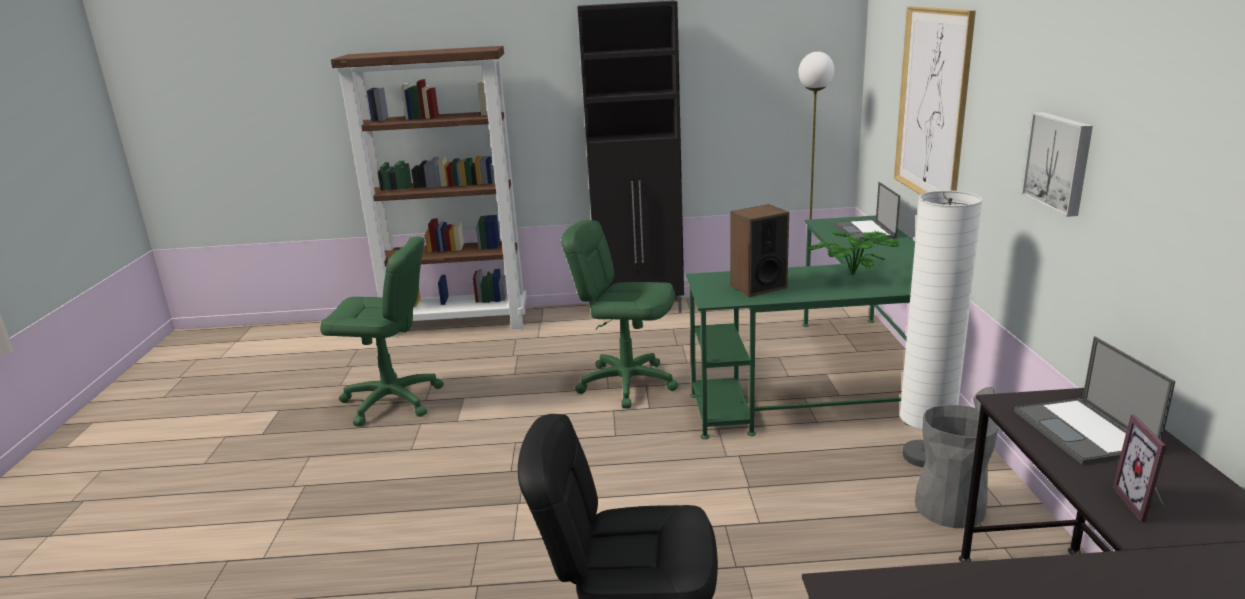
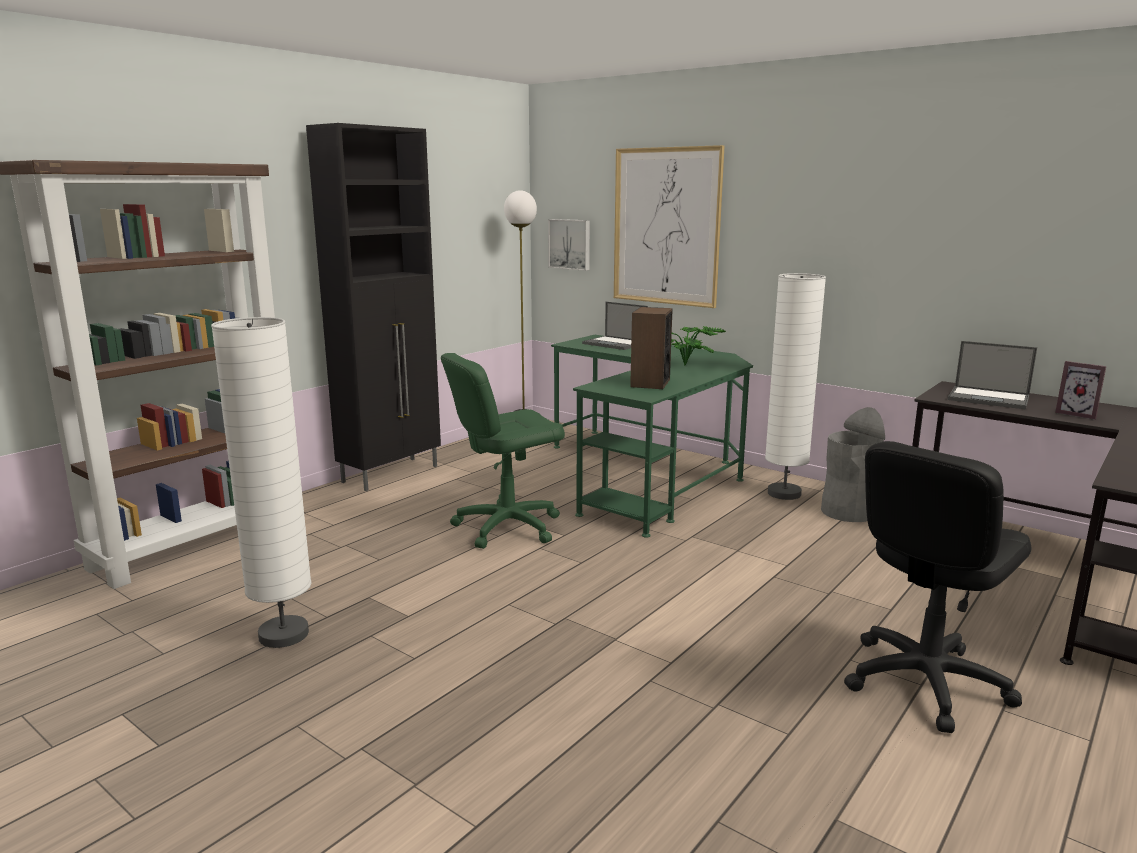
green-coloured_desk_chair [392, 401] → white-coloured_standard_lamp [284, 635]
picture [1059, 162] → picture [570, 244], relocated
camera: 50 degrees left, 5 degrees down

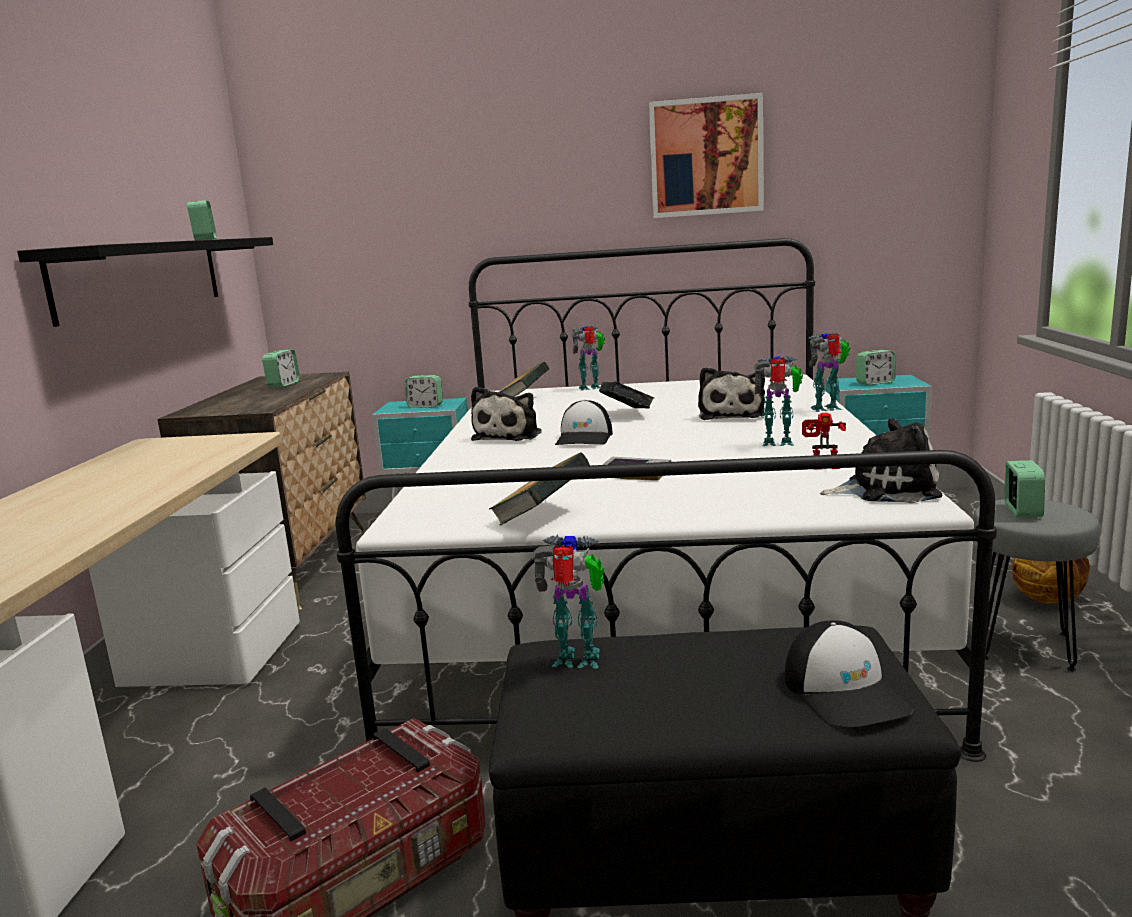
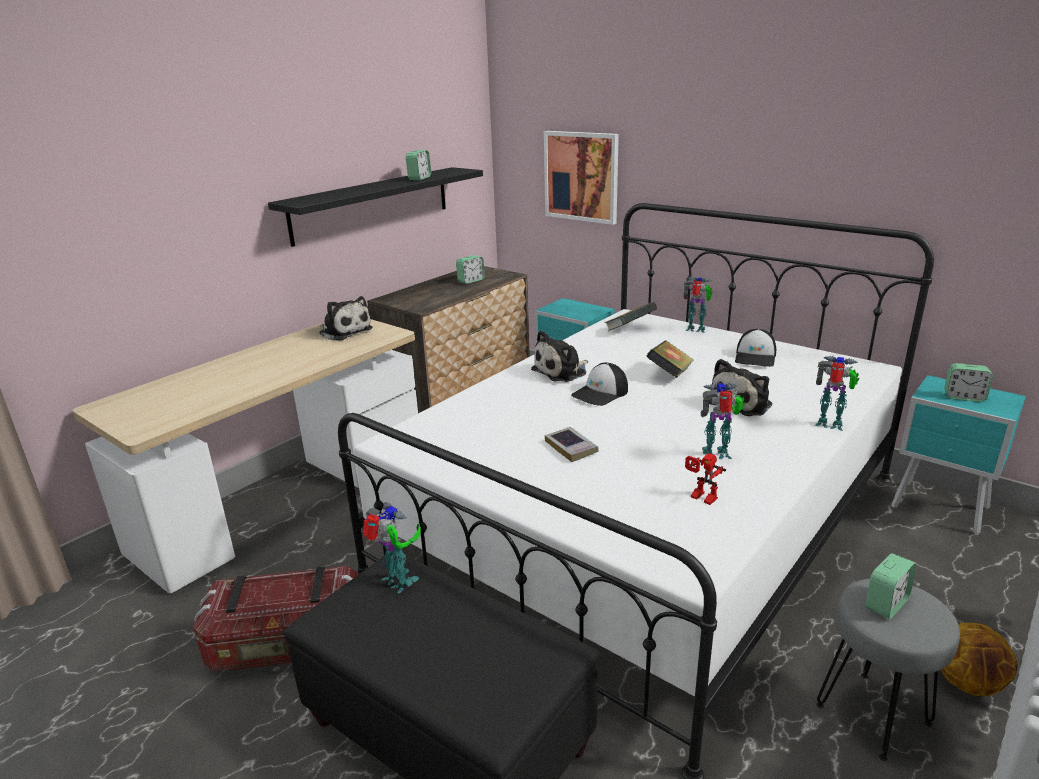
table_clock [425, 406] → -
book [542, 516] → -
picture [706, 157] → picture [581, 176], relocated
model_robot [779, 443] → model_robot [717, 455], 45 degrees counterclockwise
peaked_cap [846, 693] → peaked_cap [755, 357], relocated
soft_toy [886, 489] → soft_toy [344, 331], relocated
camera: 35 degrees right, 10 degrees up

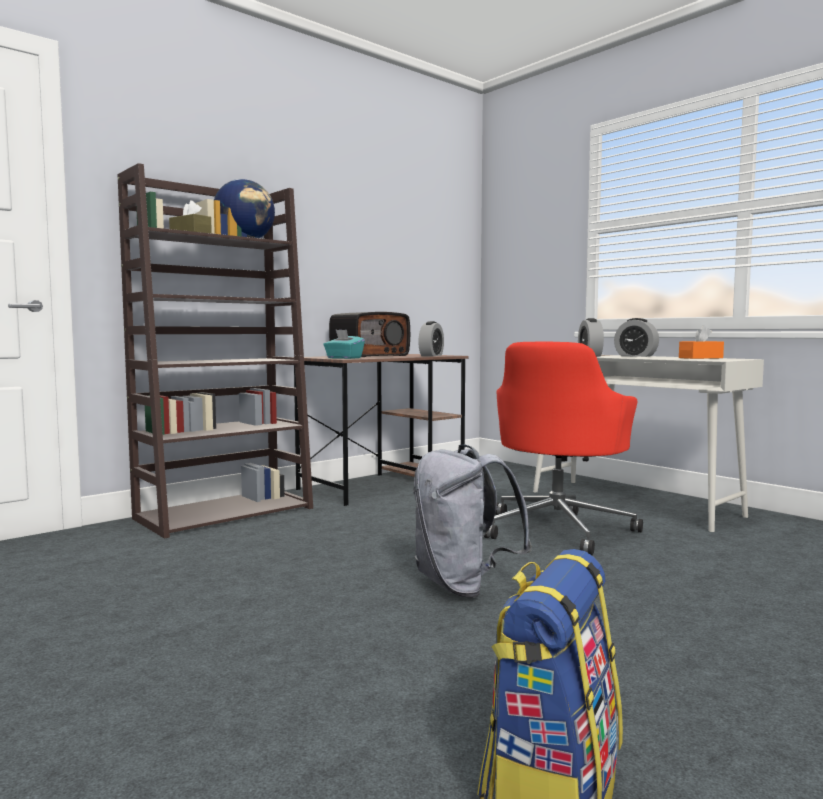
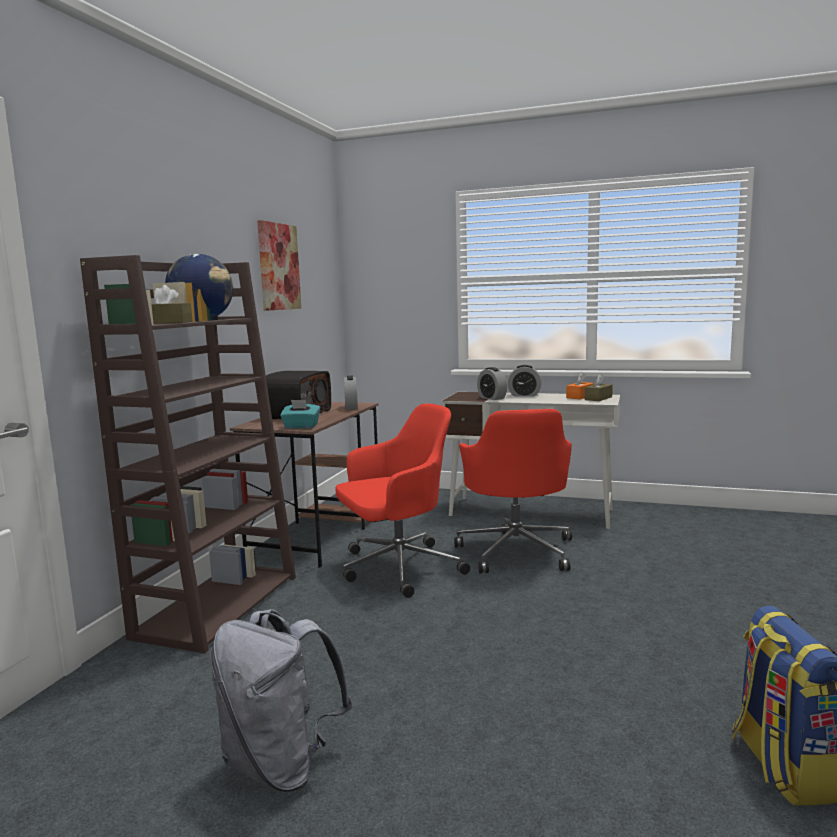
greyish_rucksack [463, 586] → greyish_rucksack [281, 764], relocated
- → picture [278, 267]
- → reddish_desk_chair [398, 568]
- → brown-coloured_box_of_tissues [598, 398]
camera: 30 degrees left, 5 degrees up

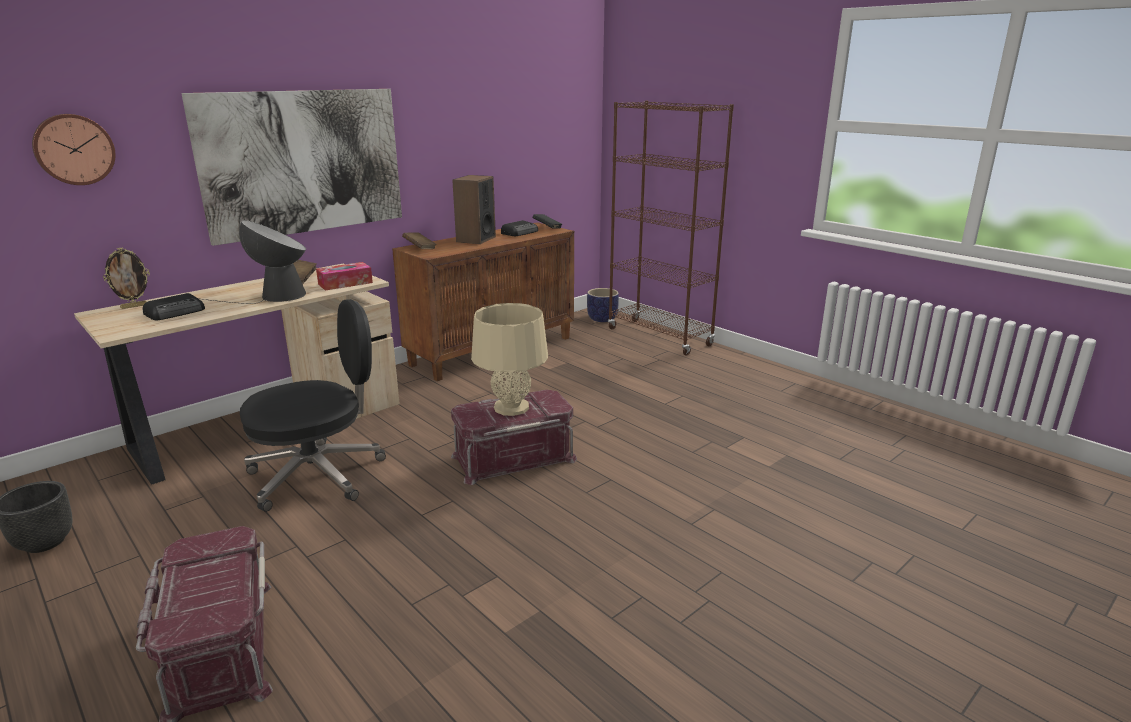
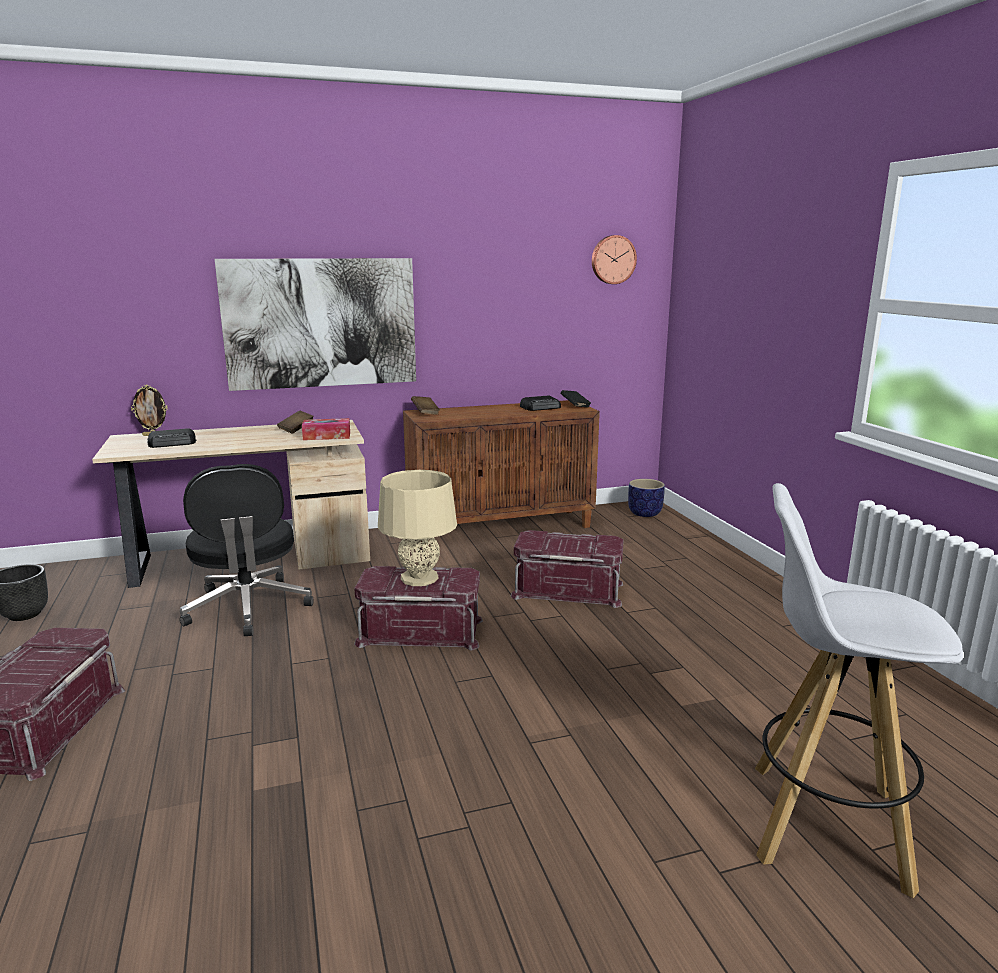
hanging_clock [74, 149] → hanging_clock [613, 259], relocated
tabletop_lamp [275, 296] → -
black_desk_chair [319, 474] → black_desk_chair [248, 608], 75 degrees clockwise
speaker [475, 239] → -
brown-coloured_shelving_unit [659, 337] → -
- → reddish_storage_bin [568, 589]
- → white-coloured_stool [823, 824]
camera: 25 degrees right, 5 degrees down

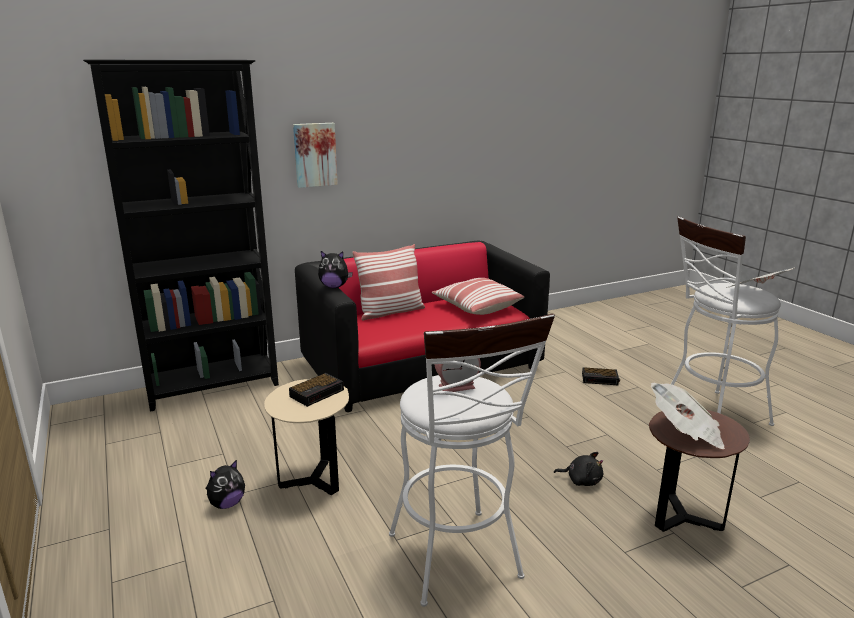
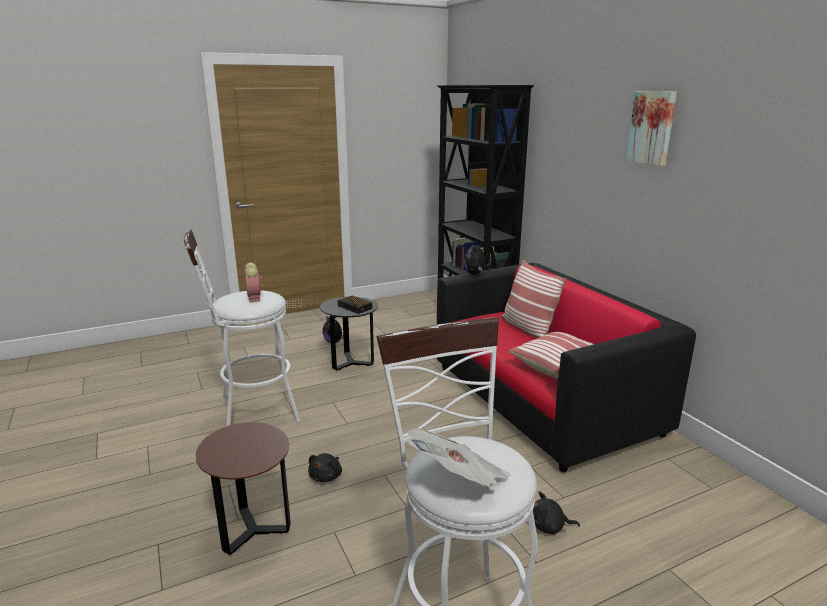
sand-coloured_end_table [313, 481] → black_end_table [351, 363]
picture [315, 154] → picture [652, 127], relocated
table_clock [600, 379] → black_soft_toy [549, 526]
daily_paper [686, 432] → -
camera: 90 degrees right, 0 degrees up

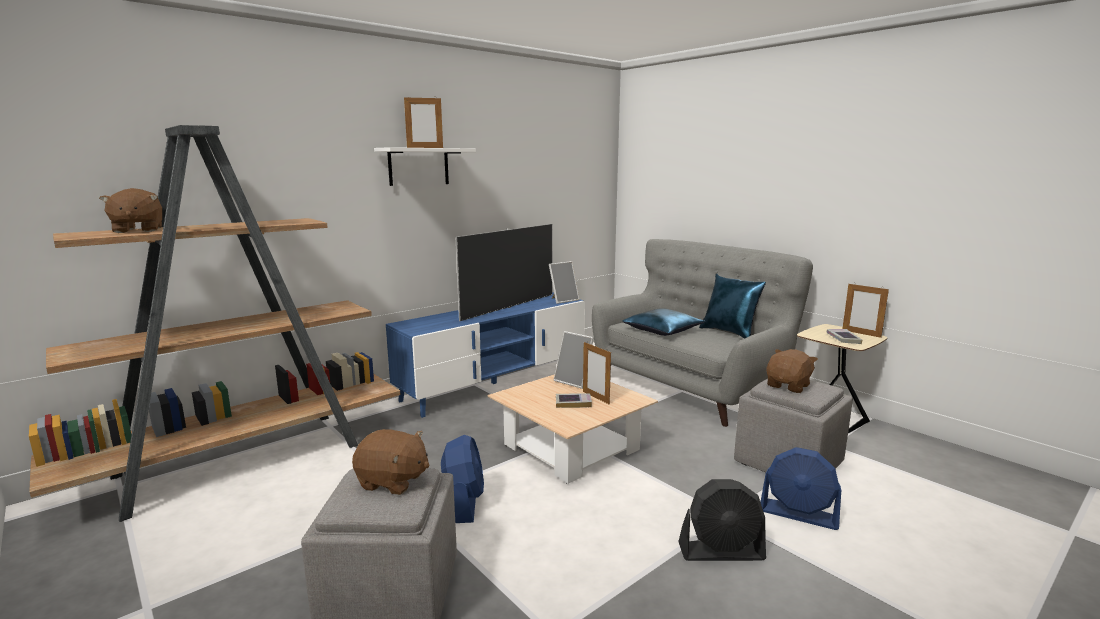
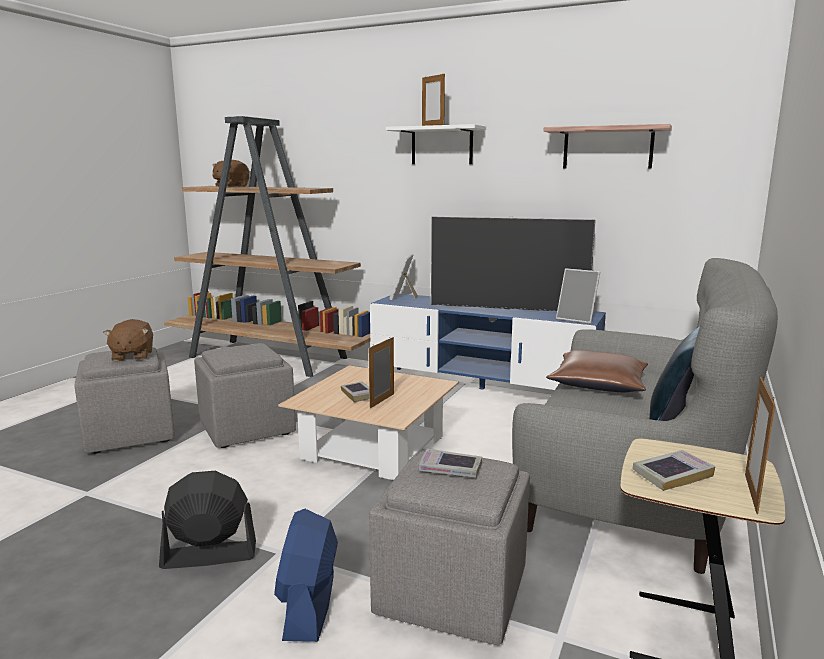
blue-coloured_electric_fan [464, 502] → greyish_pouffe [247, 428]
photo_frame [574, 381] → photo_frame [403, 297], relocated
blue-coloured_cushion [663, 330] → brown-coloured_cushion [599, 384]
black_electric_fan [721, 552] → black_electric_fan [208, 555], 105 degrees clockwise
brown-coloured_soft_toy [788, 386] → book [450, 469]
- → shelf [607, 148]
camera: 65 degrees right, 0 degrees up

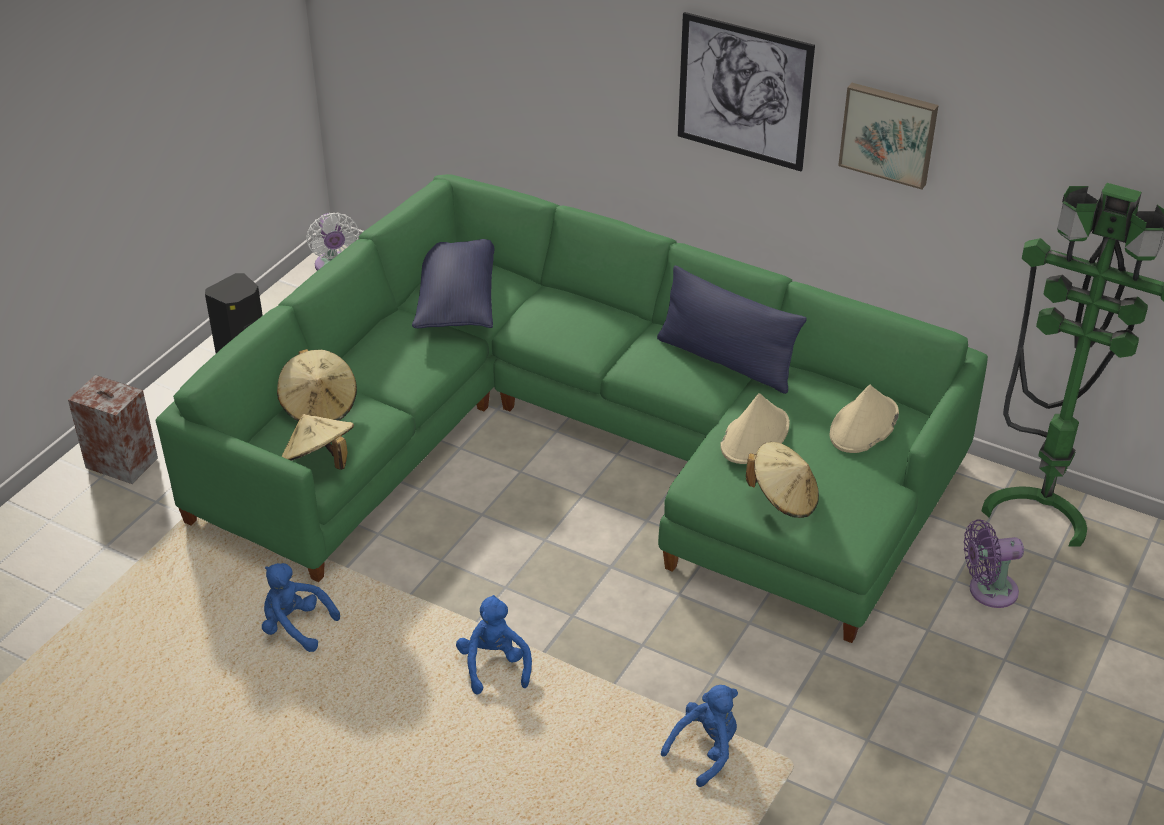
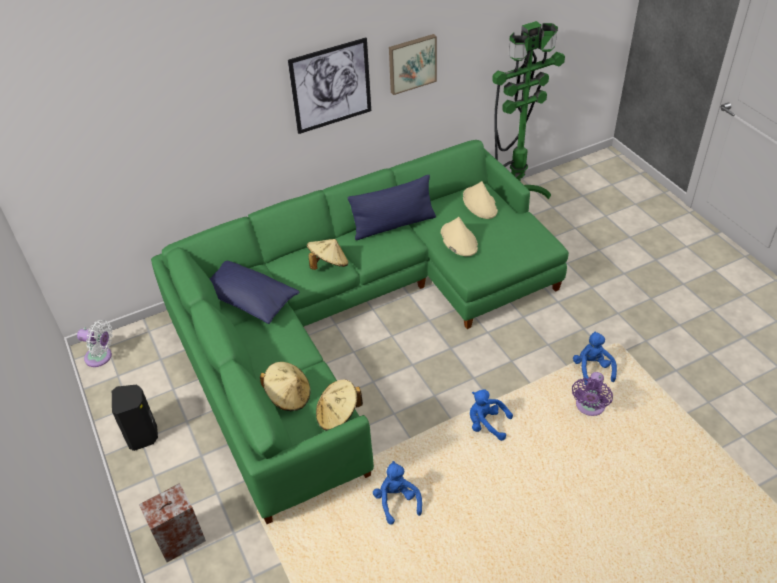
blue-coloured_soft_toy [295, 626] → blue-coloured_soft_toy [397, 501], 105 degrees clockwise
sand-coloured_hat [783, 499] → sand-coloured_hat [328, 264], relocated
purple_electric_fan [987, 591] → purple_electric_fan [589, 407], relocated
camera: 55 degrees left, 5 degrees up

